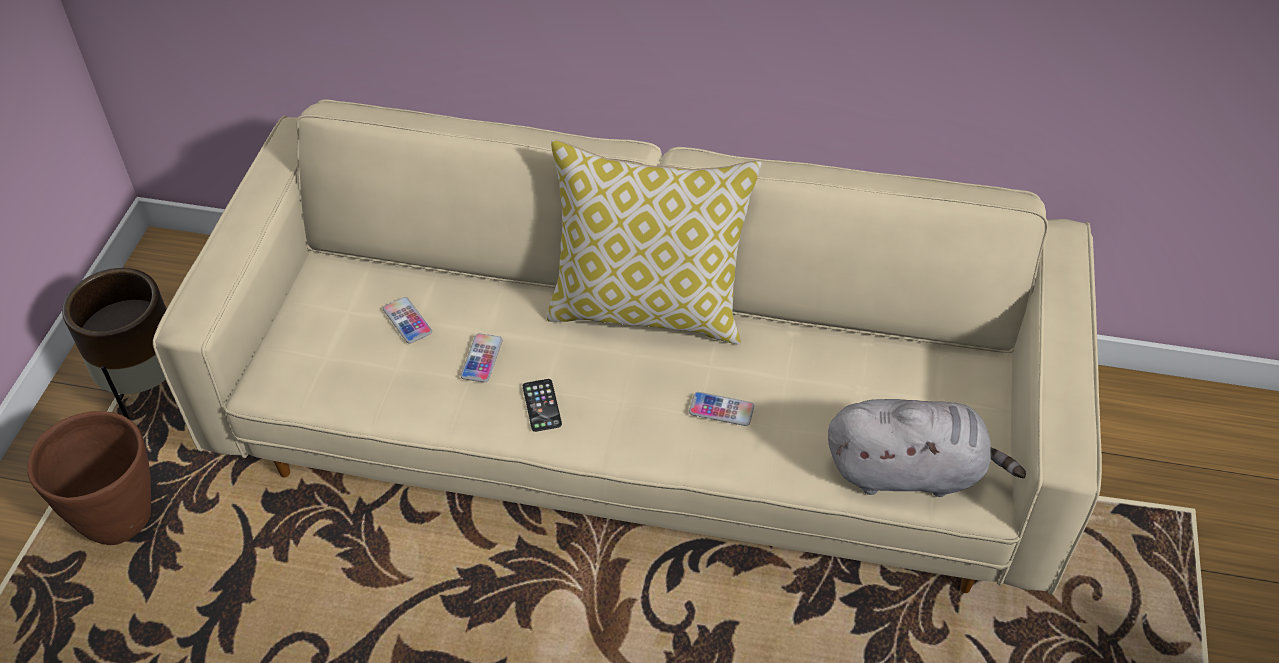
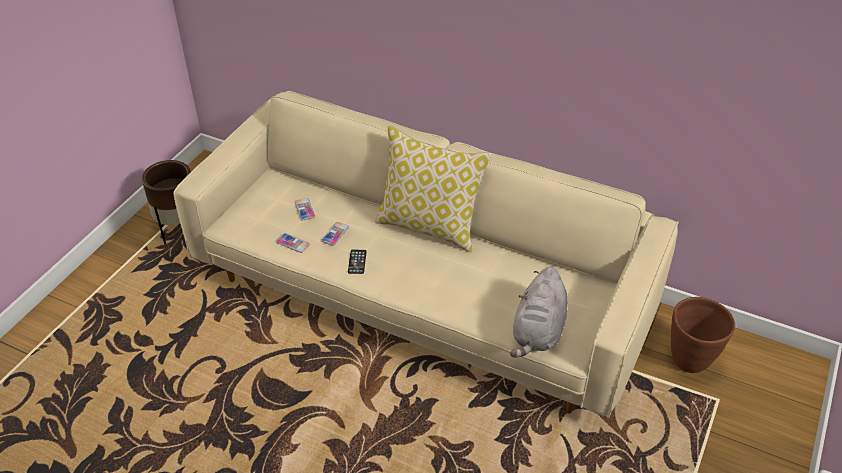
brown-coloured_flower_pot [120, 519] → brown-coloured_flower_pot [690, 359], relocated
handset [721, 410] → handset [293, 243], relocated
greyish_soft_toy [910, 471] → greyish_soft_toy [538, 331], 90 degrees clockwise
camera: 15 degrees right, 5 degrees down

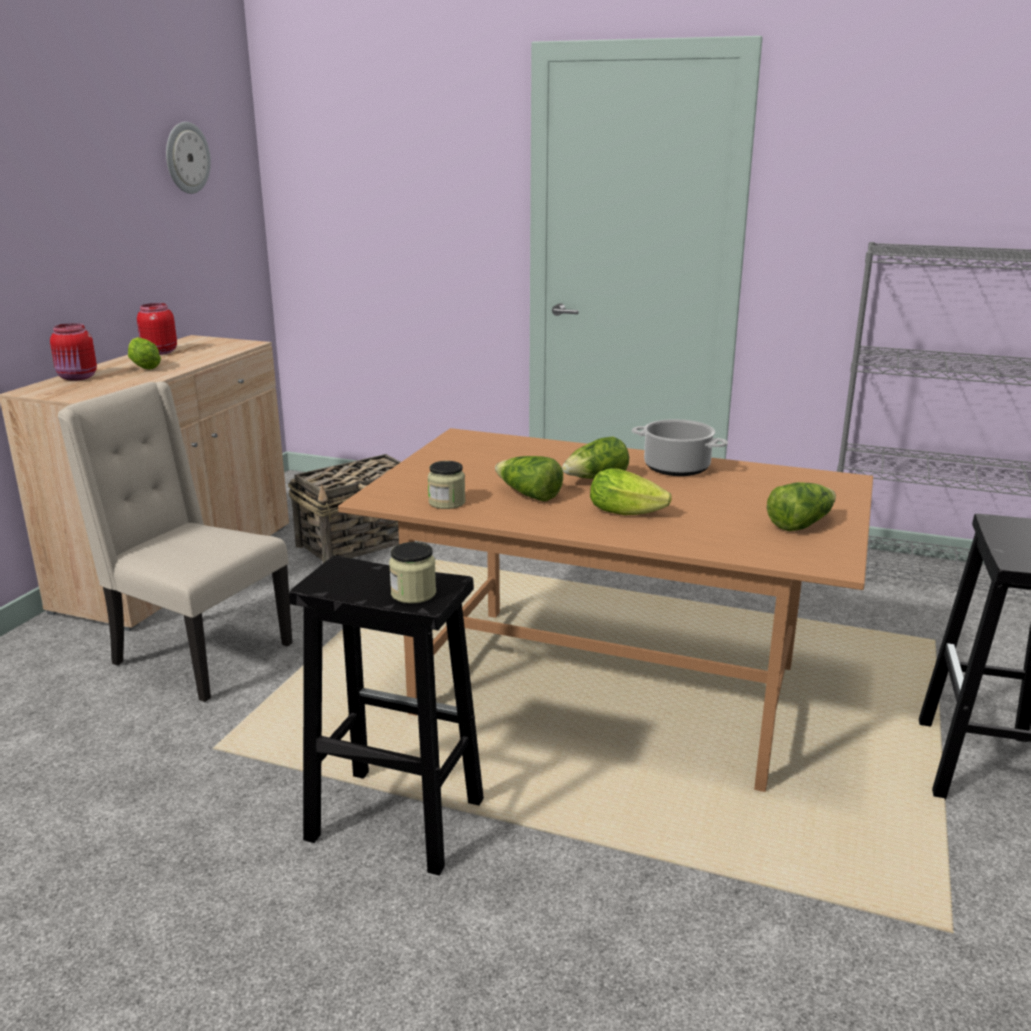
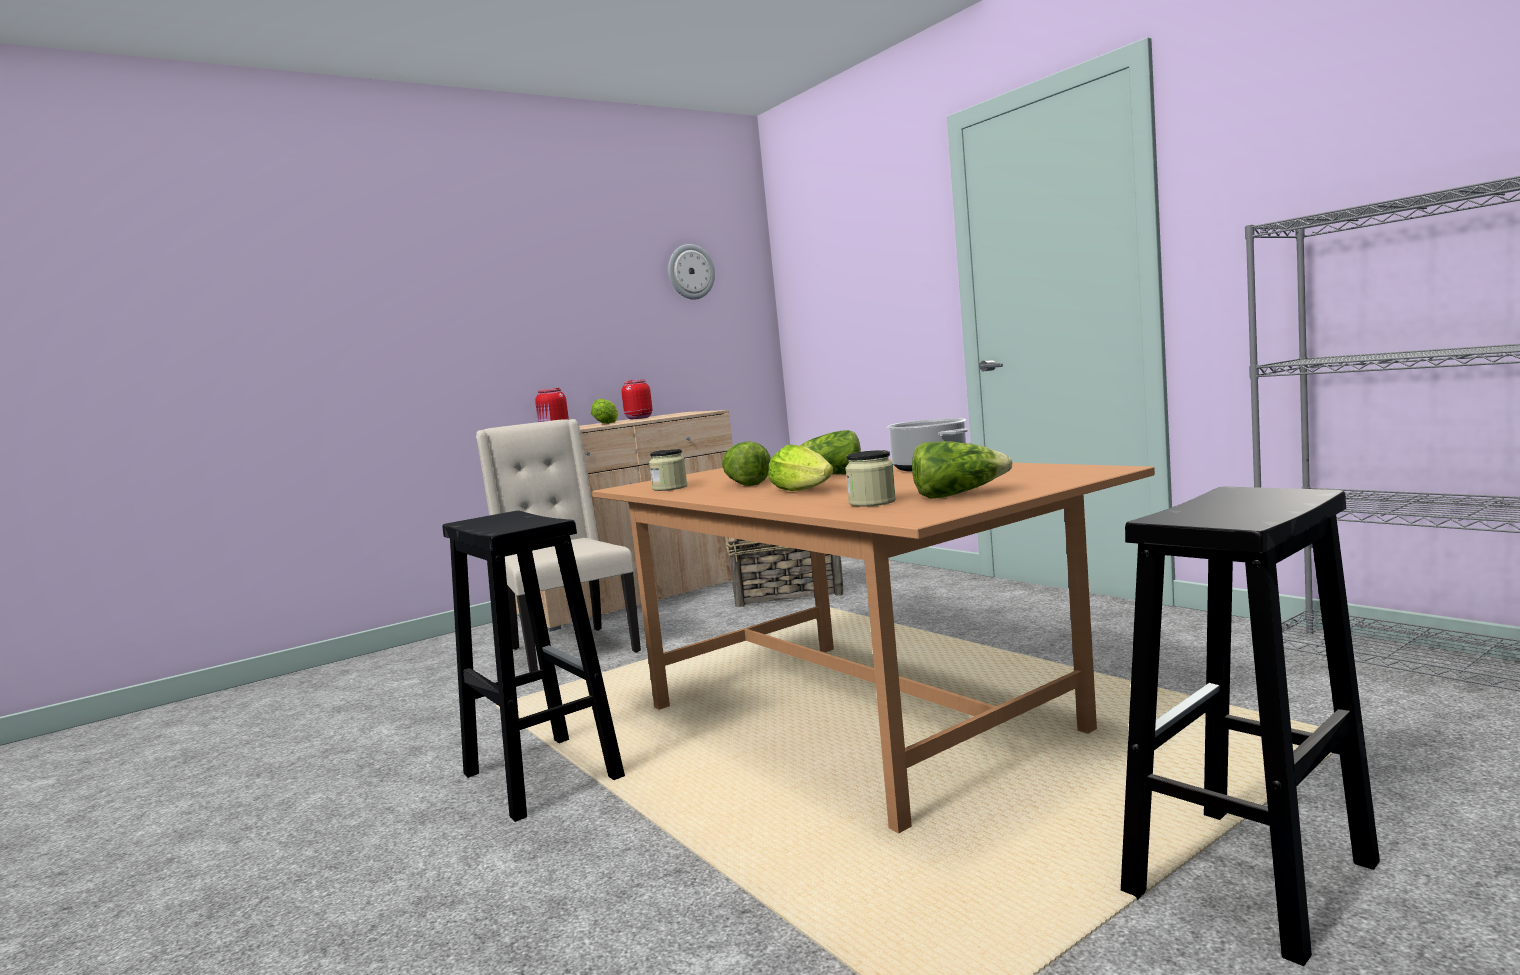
jar [413, 593] → jar [872, 502], relocated
camera: 35 degrees right, 15 degrees down

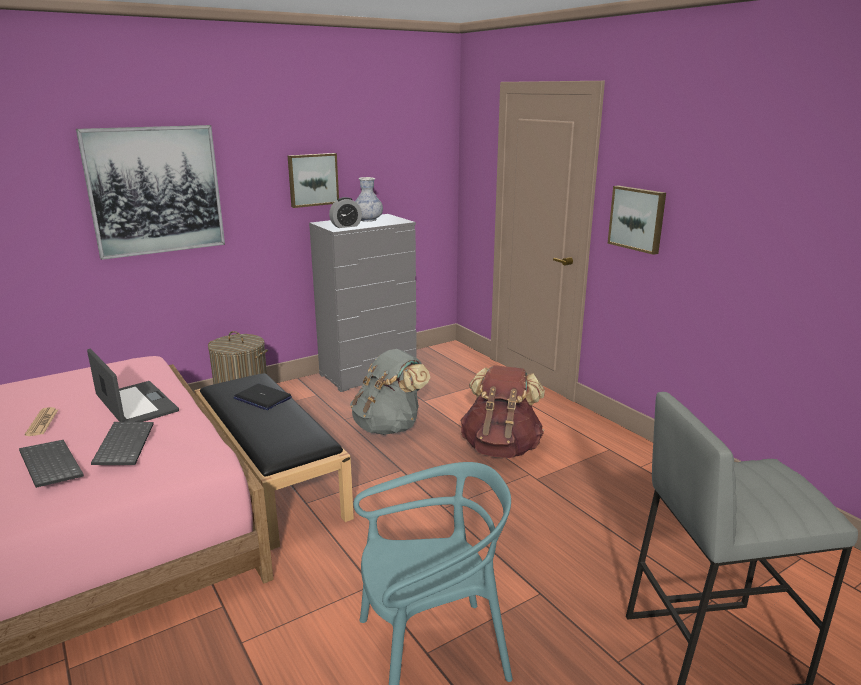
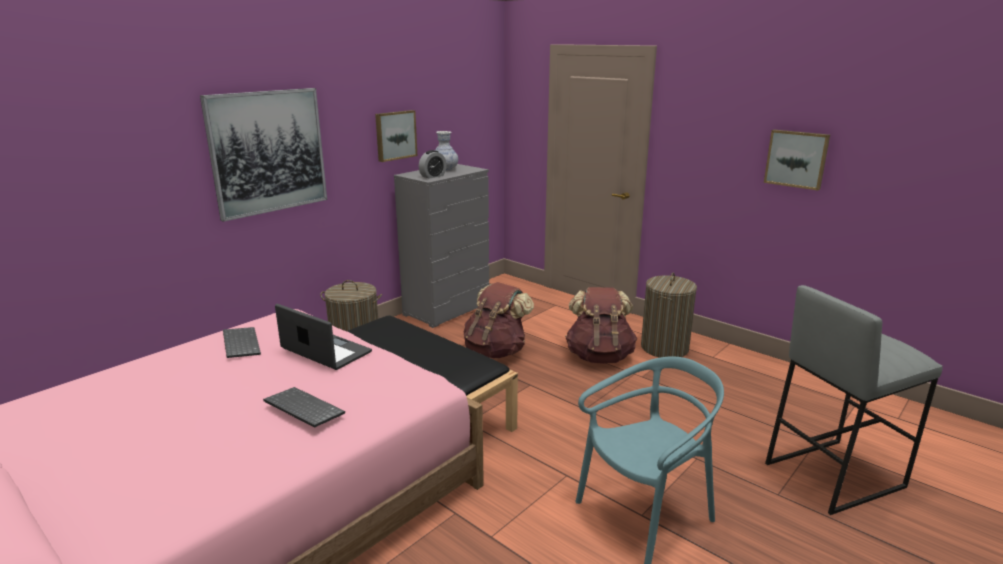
daily_paper [42, 422] → -
computer_keyboard [123, 444] → computer_keyboard [240, 344], relocated
portable_computer [262, 398] → -
greyish_rucksack [389, 426] → brown-coloured_rucksack [496, 351]
picture [637, 218] → picture [796, 159], relocated
- → laundry_basket [664, 348]
camera: 15 degrees left, 0 degrees up

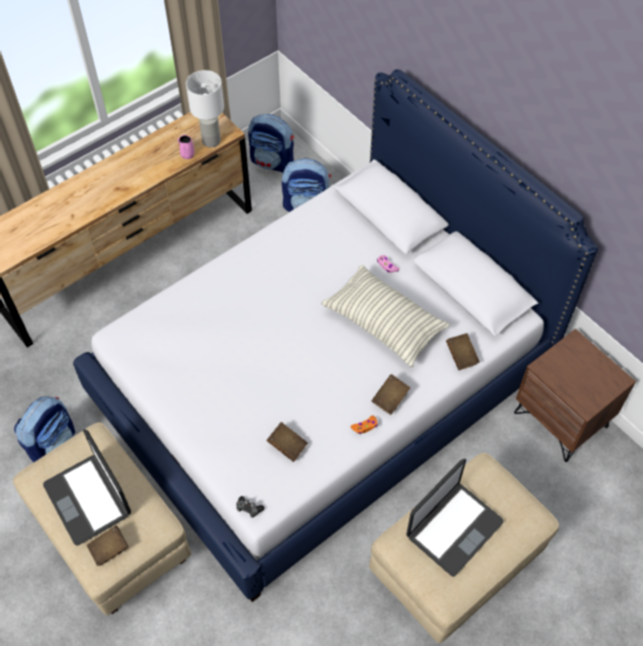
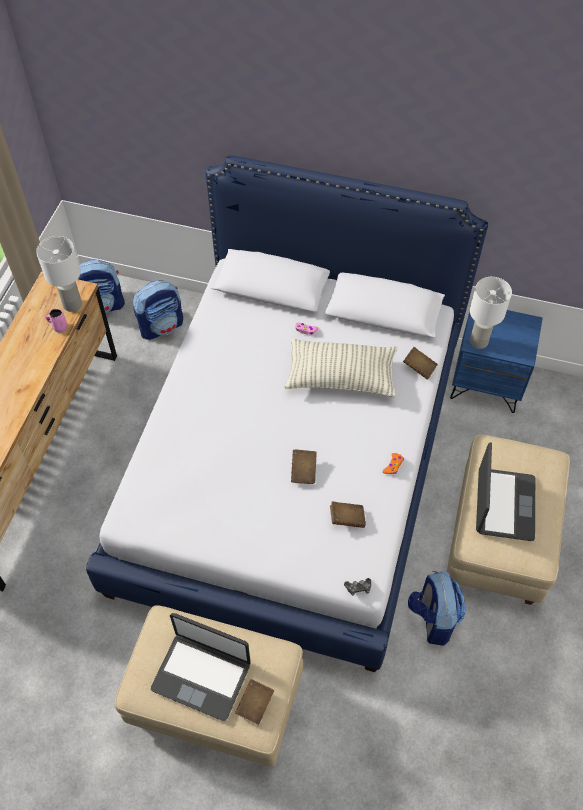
rucksack [53, 443] → rucksack [433, 618], relocated
brown-coloured_book [390, 399] → brown-coloured_book [303, 471], relocated
brown-coloured_night_table [561, 419] → blue-coloured_night_table [486, 383]
- → white-coloured_tabletop_lamp [478, 341]
camera: 35 degrees left, 0 degrees up

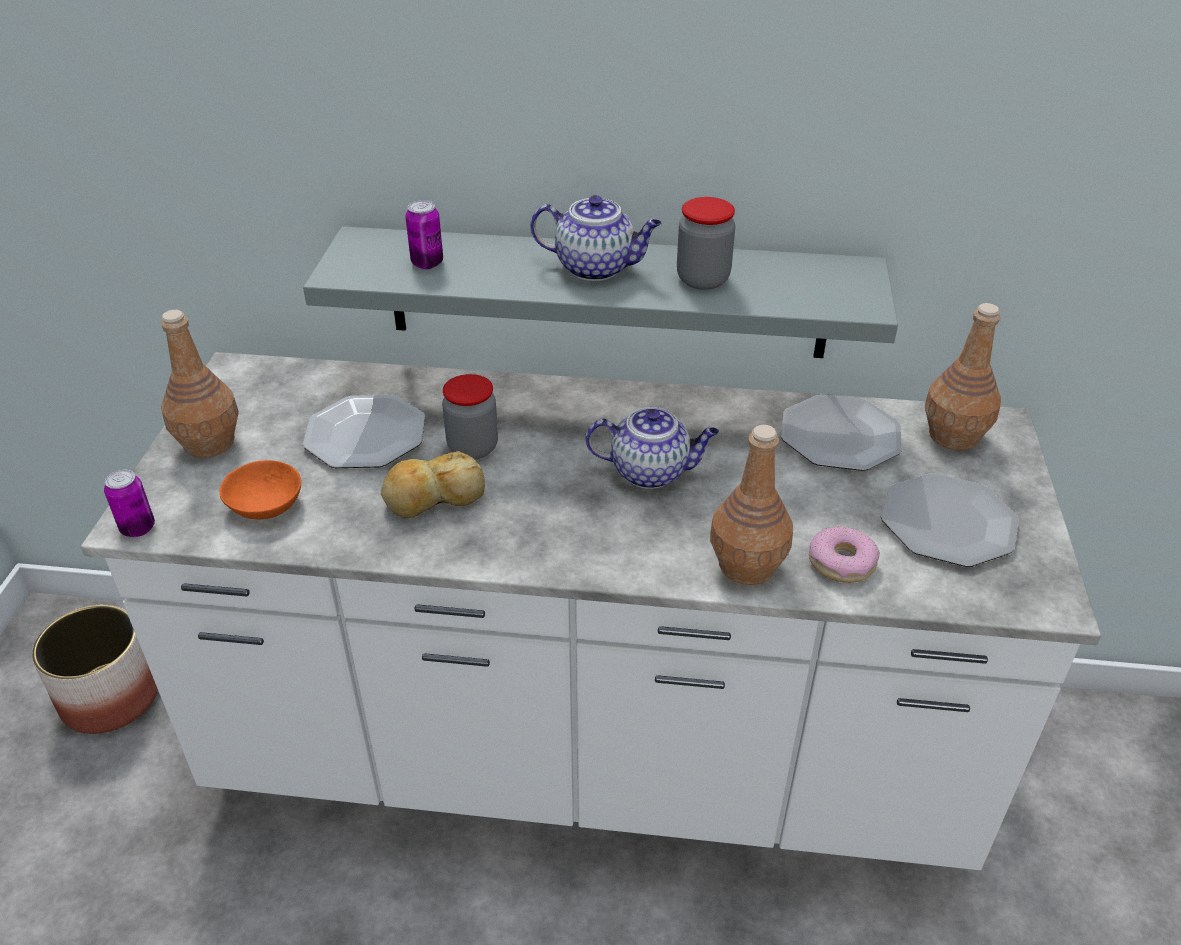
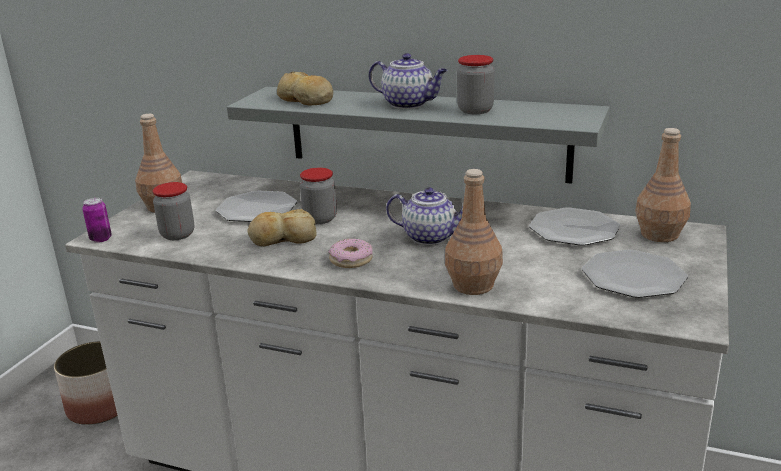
orange-coloured_bowl [262, 505] → jar [177, 234]
can [427, 263] → bread [305, 100]
ring_doughnut [842, 562] → ring_doughnut [351, 260], relocated
camera: 15 degrees right, 15 degrees down

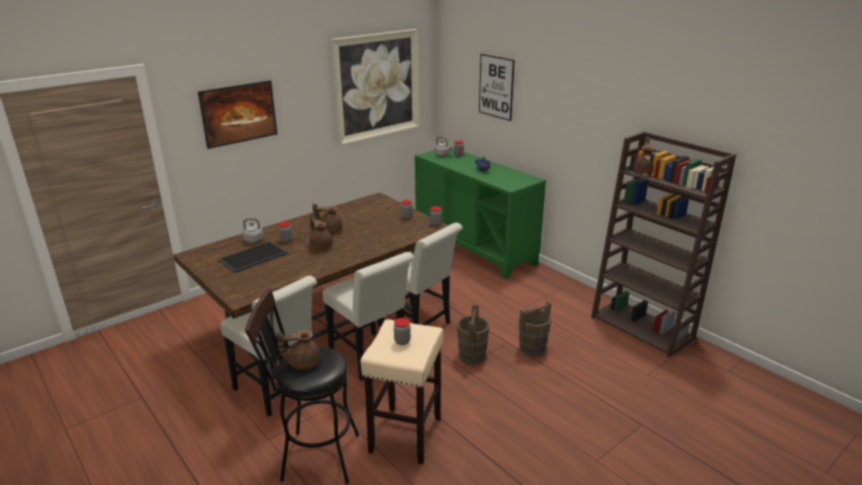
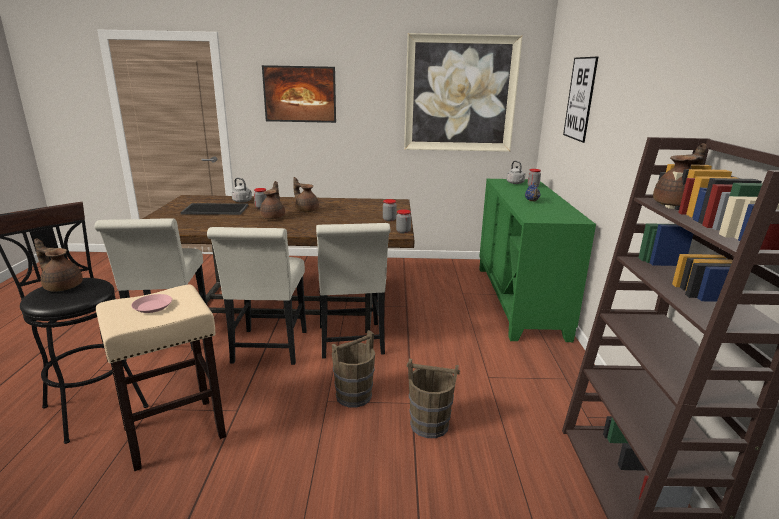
jar [402, 341] → pinkish_plate [153, 306]
camera: 40 degrees right, 5 degrees down

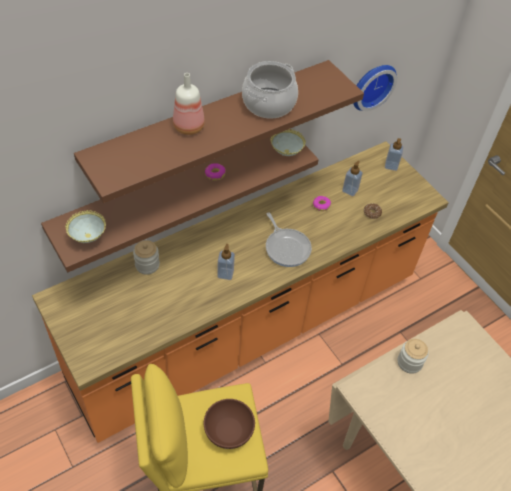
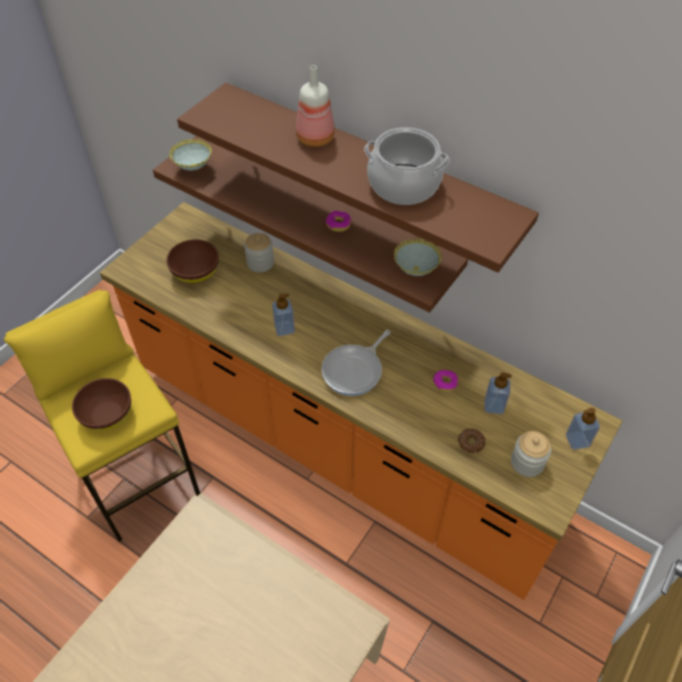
hanging_clock [371, 85] → -
jar [409, 362] → jar [527, 462], relocated
- → brown-coloured_bowl [195, 272]
camera: 70 degrees right, 0 degrees up

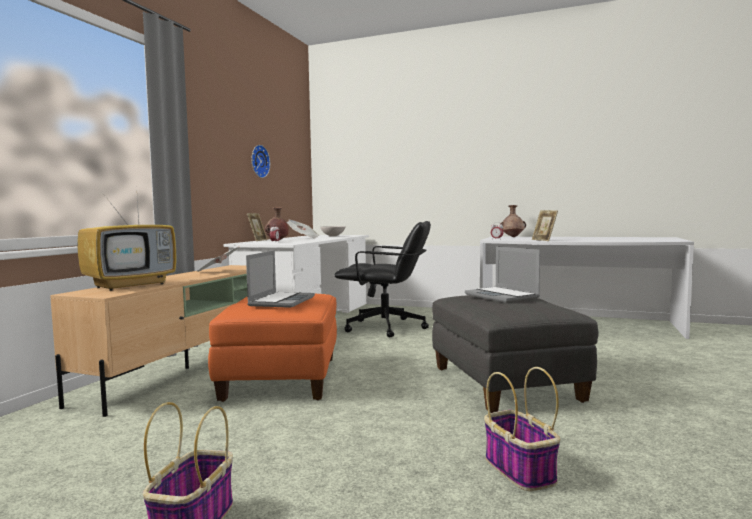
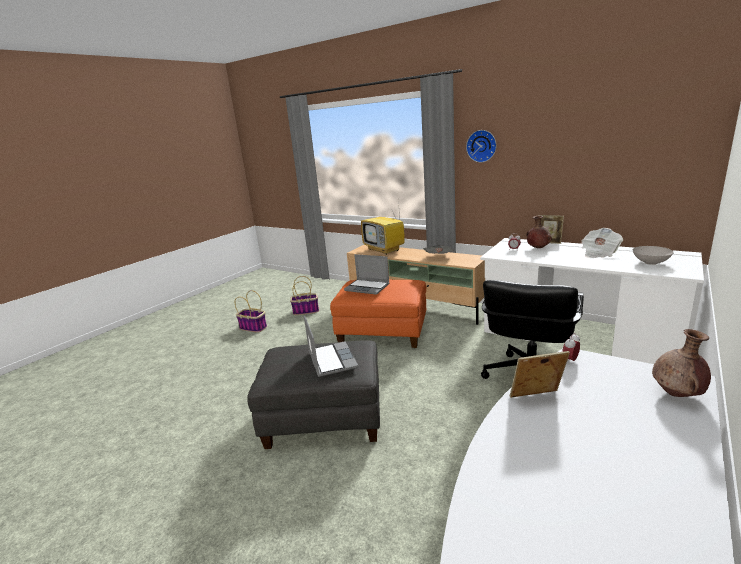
hanging_clock [258, 161] → hanging_clock [482, 146], relocated
portable_computer [502, 296] → portable_computer [331, 360], 90 degrees clockwise
storage_basket [518, 469] → storage_basket [306, 311], relocated
camera: 105 degrees right, 15 degrees up

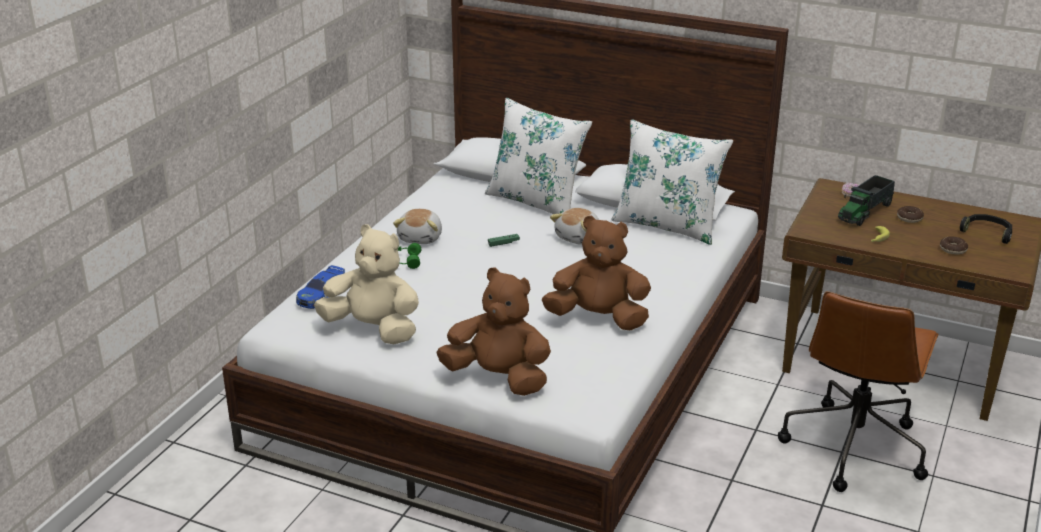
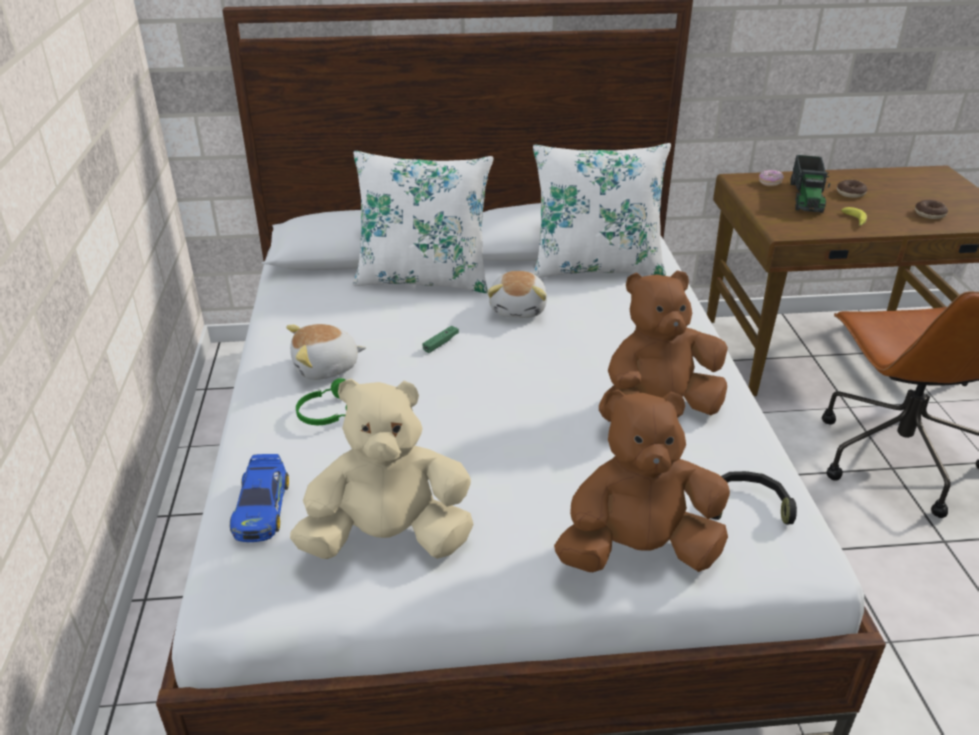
soft_toy [421, 238] → soft_toy [326, 368], 90 degrees clockwise
black_headset [987, 232] → black_headset [747, 505], relocated
camera: 30 degrees left, 5 degrees up

